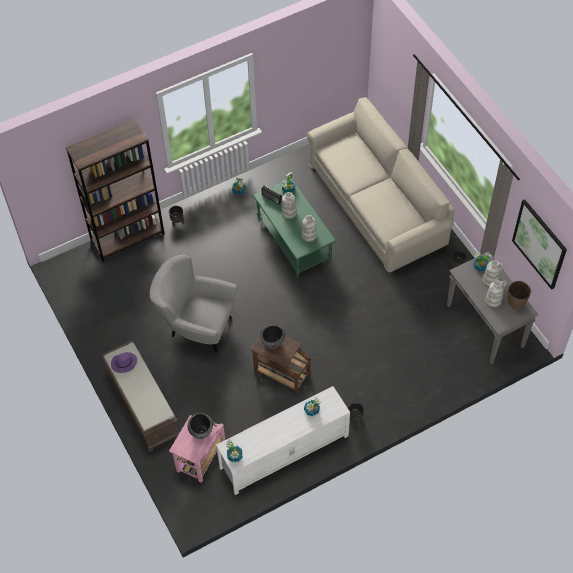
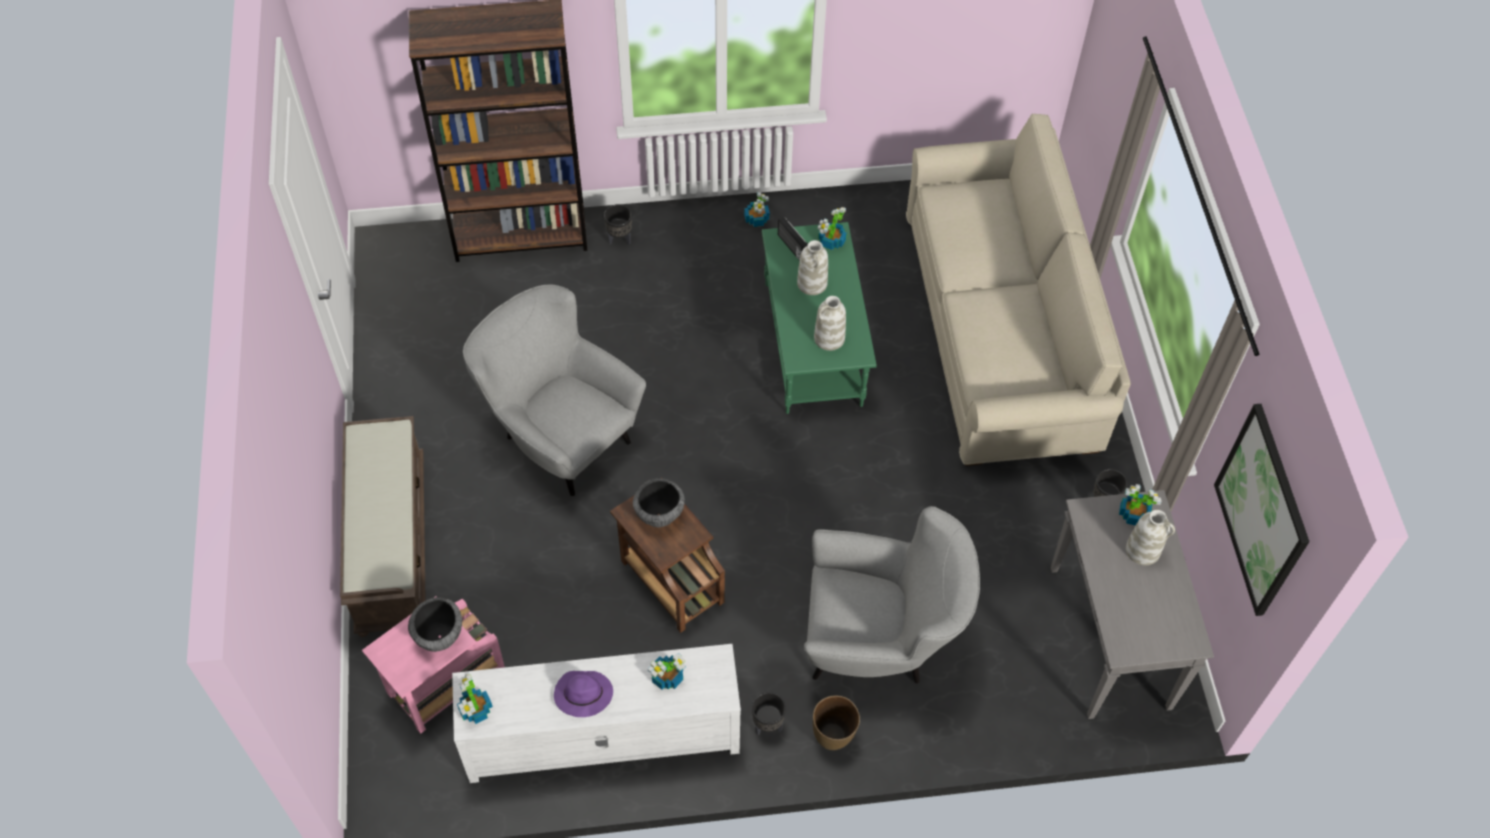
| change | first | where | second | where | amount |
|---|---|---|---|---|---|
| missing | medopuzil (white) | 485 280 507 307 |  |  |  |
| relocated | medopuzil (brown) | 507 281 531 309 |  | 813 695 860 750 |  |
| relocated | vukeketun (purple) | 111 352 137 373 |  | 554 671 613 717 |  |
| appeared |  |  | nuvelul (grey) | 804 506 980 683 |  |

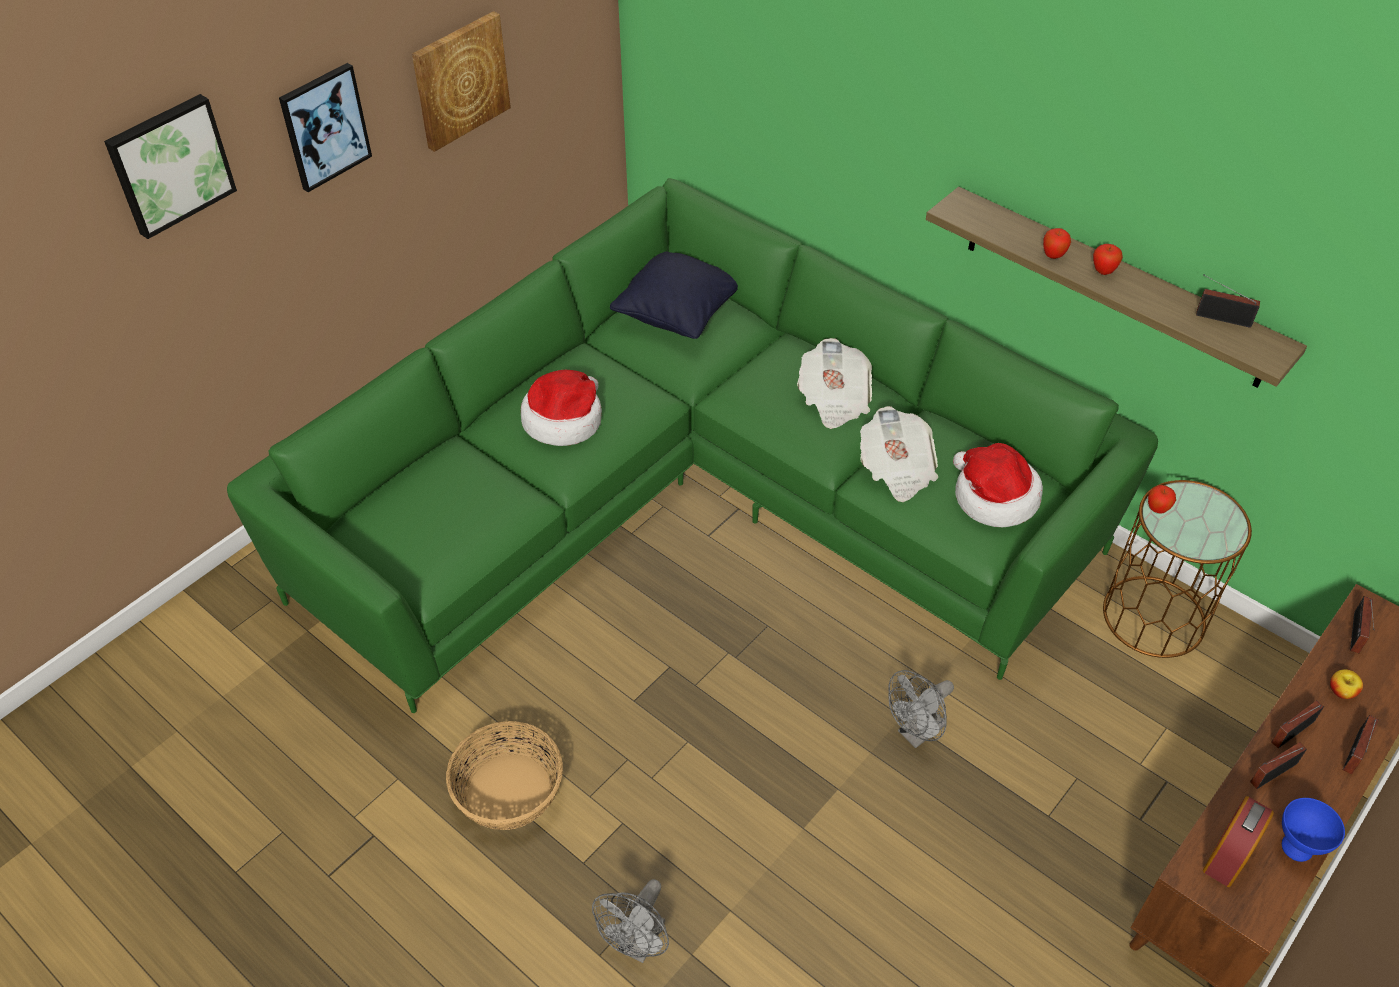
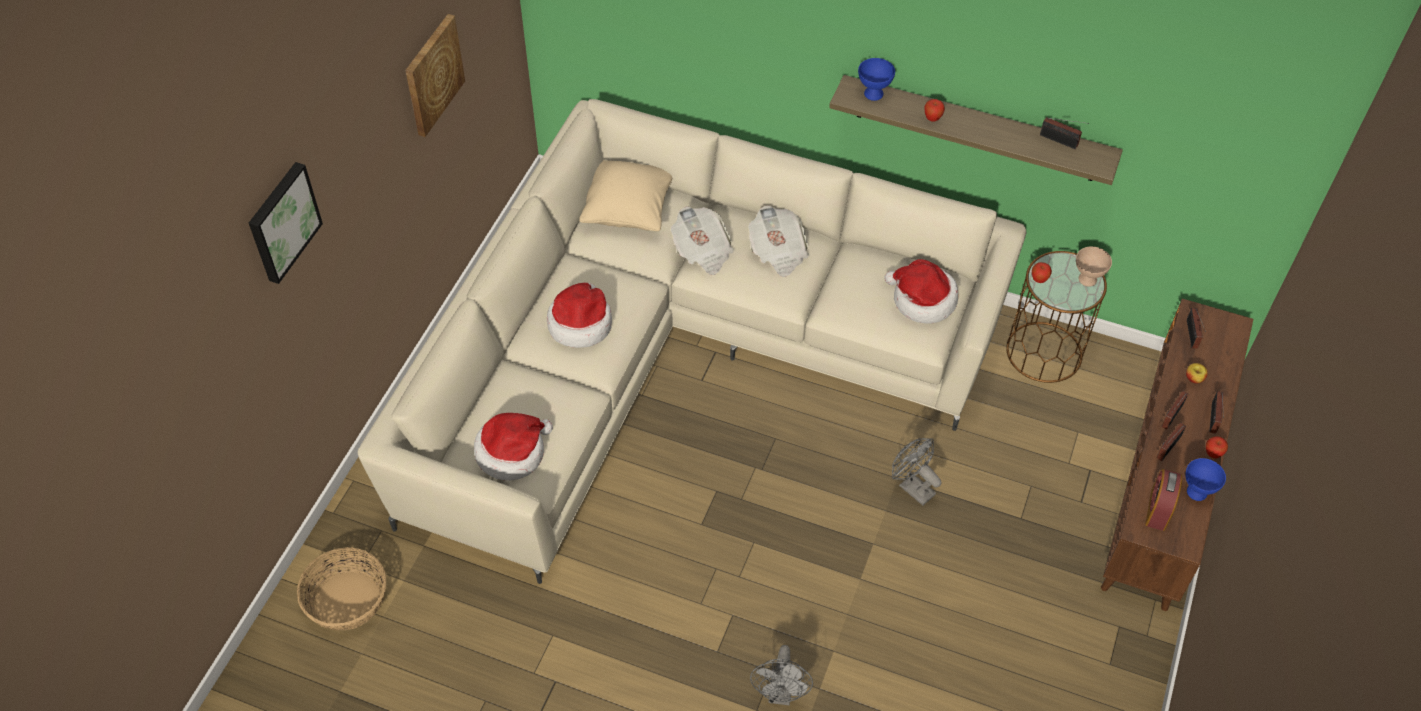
| change | first | where | second | where | amount |
|---|---|---|---|---|---|
| missing | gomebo | 279 63 372 192 |  |  |  |
| colour | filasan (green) | 227 178 1158 713 | filasan (beige) | 358 99 1026 584 |  |
| relocated | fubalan | 1093 244 1123 275 |  | 1206 436 1228 459 |  |
| colour | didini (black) | 610 251 738 339 | didini (beige) | 579 160 672 231 |  |
| spun | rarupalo | 1196 274 1260 328 |  | 1040 117 1089 149 | 150 degrees counterclockwise |
| relocated | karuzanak | 860 406 938 502 |  | 671 206 734 275 |  |
| spun | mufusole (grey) | 888 670 954 748 |  | 892 438 942 506 | 105 degrees clockwise |
| relocated | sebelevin | 446 721 563 830 |  | 297 547 387 630 |  |
| appeared |  |  | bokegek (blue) | 858 58 895 101 |  |
| appeared |  |  | bokegek (beige) | 1076 246 1112 287 |  |
| appeared |  |  | vukeketun | 474 413 553 481 |  |

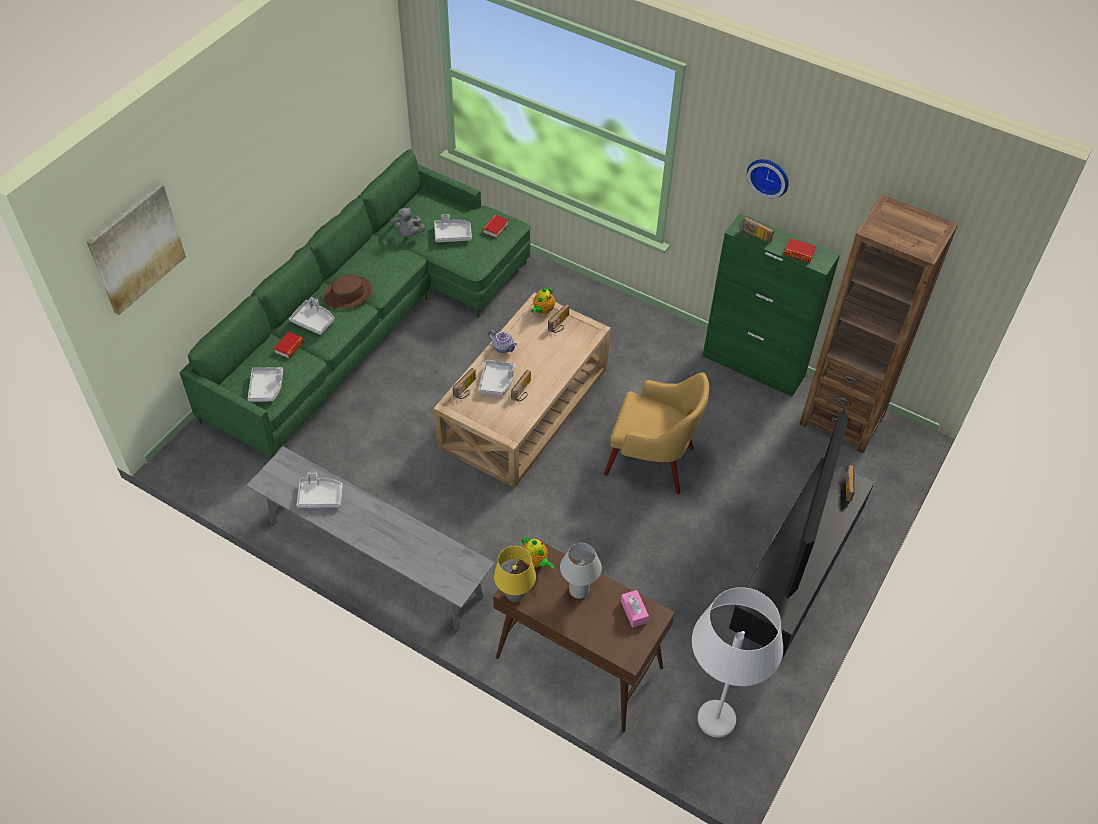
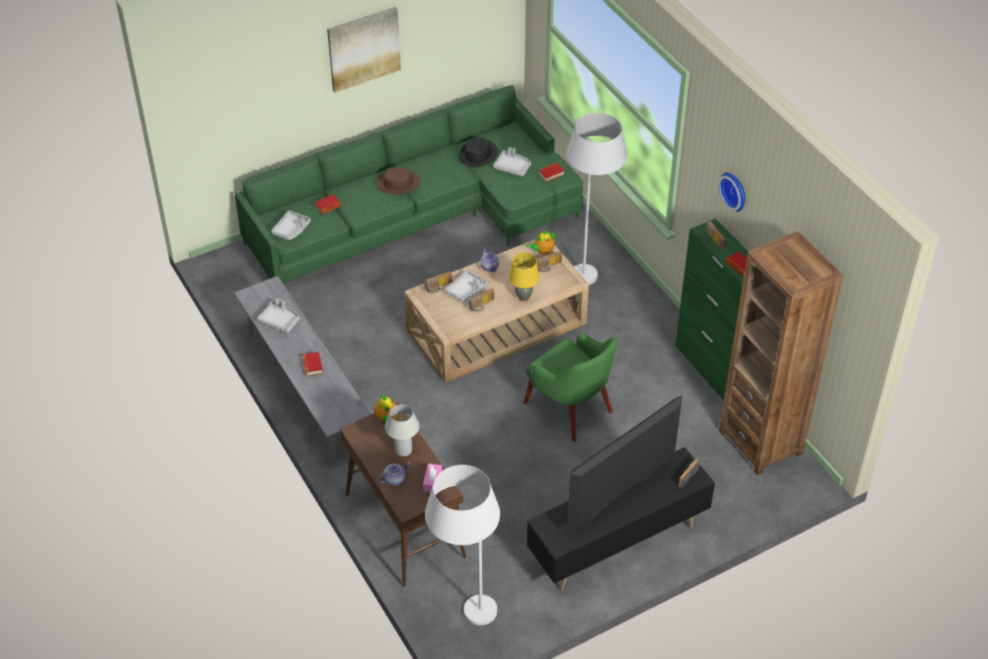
| change | first | where | second | where | amount |
|---|---|---|---|---|---|
| relocated | gomebo | 86 183 186 315 |  | 327 7 401 92 |  |
| exchanged | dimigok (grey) | 391 207 425 237 | vukeketun (black) | 458 137 498 167 |  |
| missing | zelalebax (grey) | 289 297 334 335 |  |  |  |
| colour | nuvelul (yellow) | 604 373 709 494 | nuvelul (green) | 524 332 617 442 |  |
| relocated | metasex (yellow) | 494 546 536 602 |  | 509 252 540 301 |  |
| appeared |  |  | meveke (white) | 566 113 627 285 |  |
| appeared |  |  | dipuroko | 302 352 323 376 |  |
| appeared |  |  | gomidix | 378 462 410 486 |  |

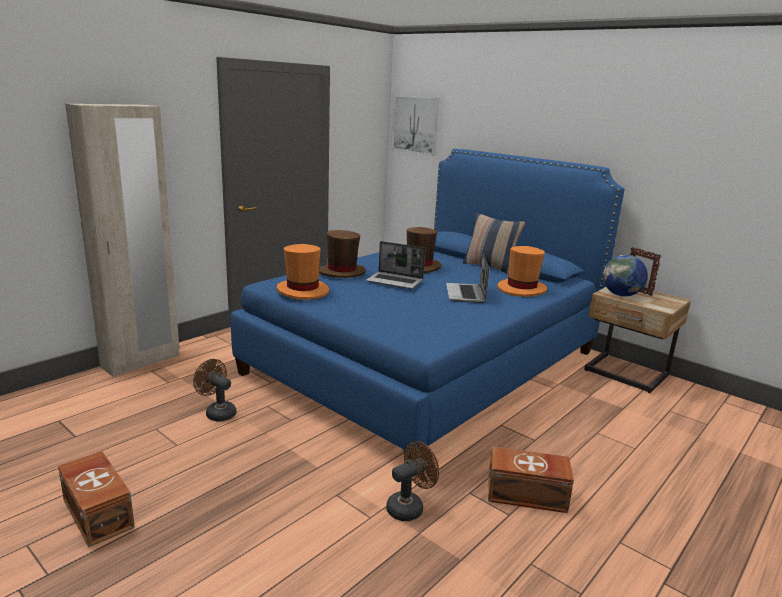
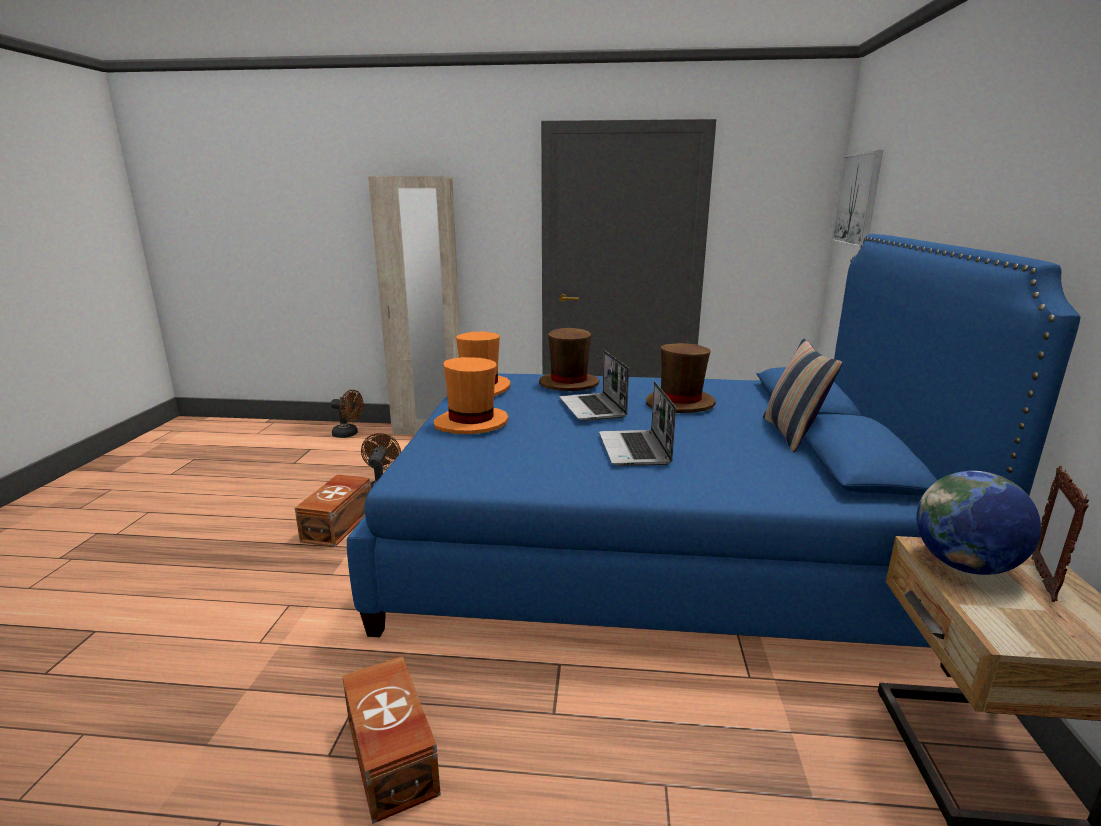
| change | first | where | second | where | amount |
|---|---|---|---|---|---|
| relocated | vukeketun (orange) | 497 246 547 297 |  | 434 357 508 434 |  |
| spun | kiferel | 446 254 489 303 |  | 599 382 676 466 | 60 degrees counterclockwise |
| relocated | mufusole (brown) | 386 441 439 521 |  | 331 390 364 438 |  |
| relocated | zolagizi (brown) | 58 451 135 547 |  | 295 474 371 547 |  |

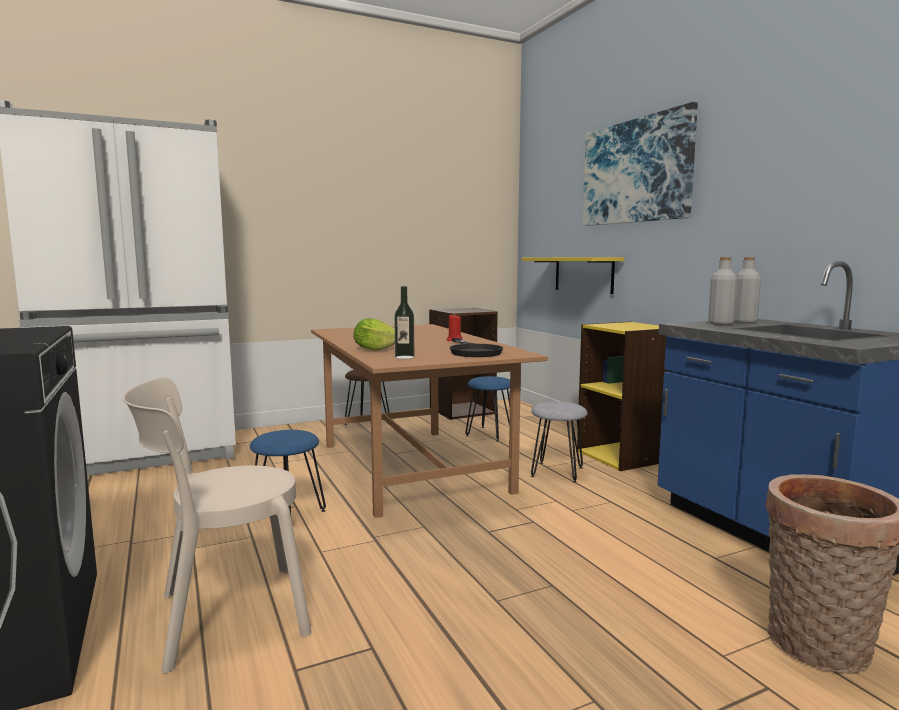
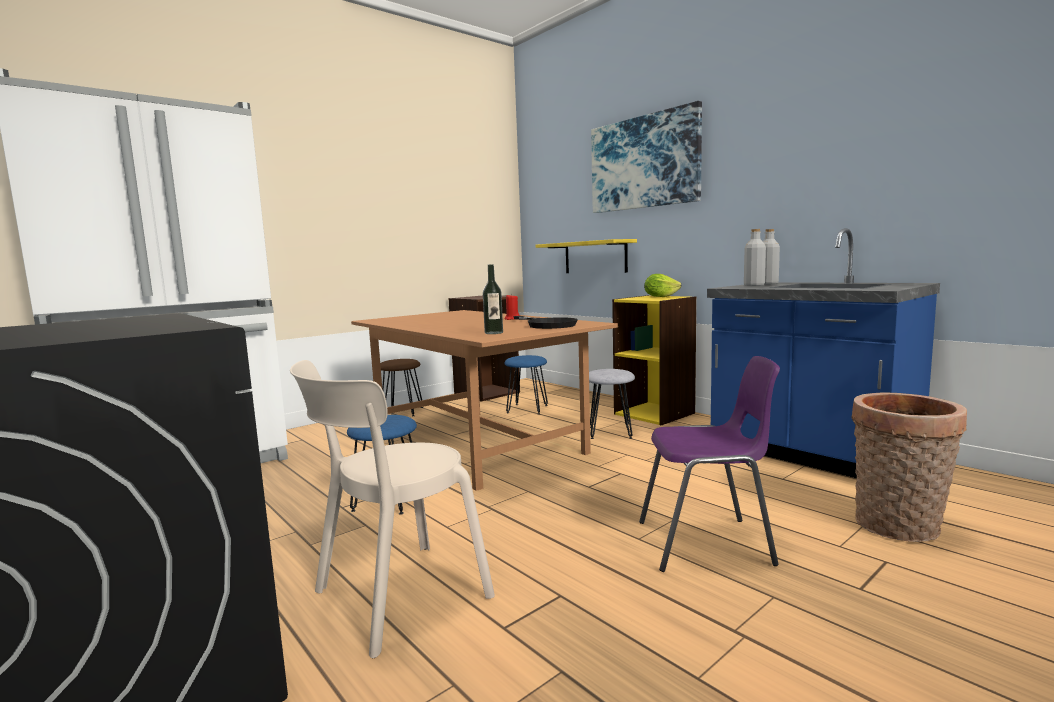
| change | first | where | second | where | amount |
|---|---|---|---|---|---|
| relocated | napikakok | 354 318 395 351 |  | 644 274 681 297 |  |
| appeared |  |  | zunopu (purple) | 639 356 780 572 |  |

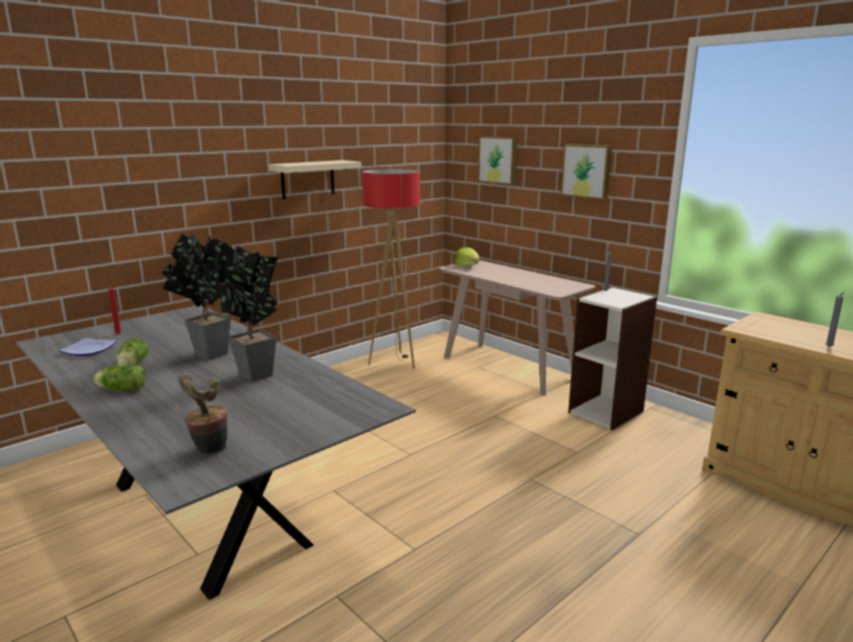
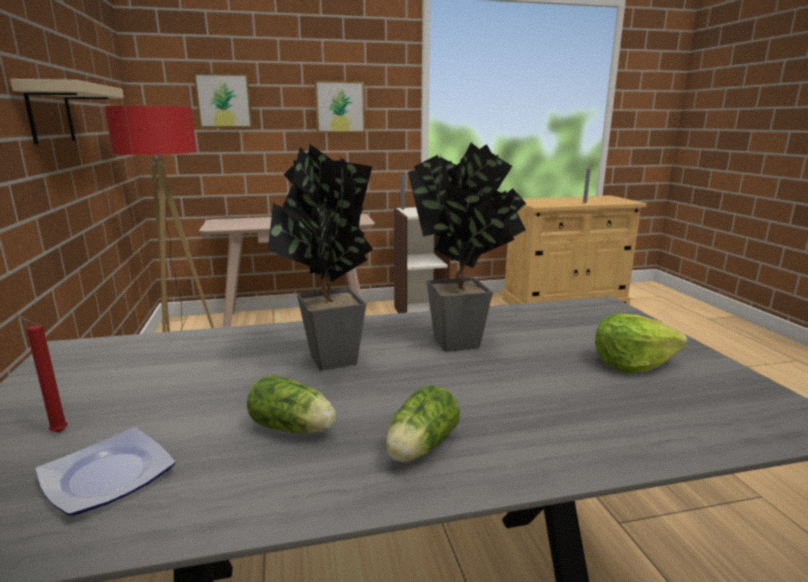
| change | first | where | second | where | amount |
|---|---|---|---|---|---|
| relocated | napikakok | 456 247 480 267 |  | 595 313 688 373 |  |
| missing | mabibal | 177 373 227 454 |  |  |  |

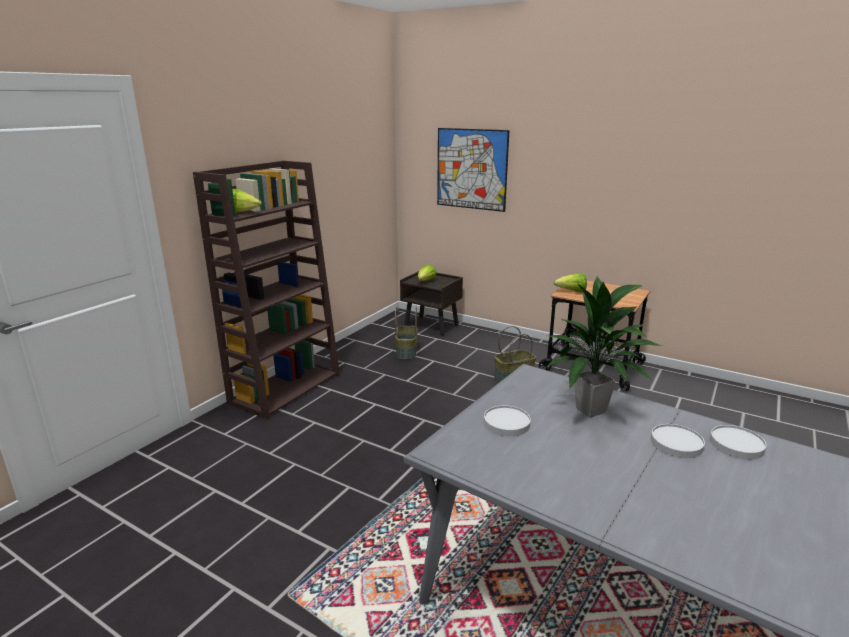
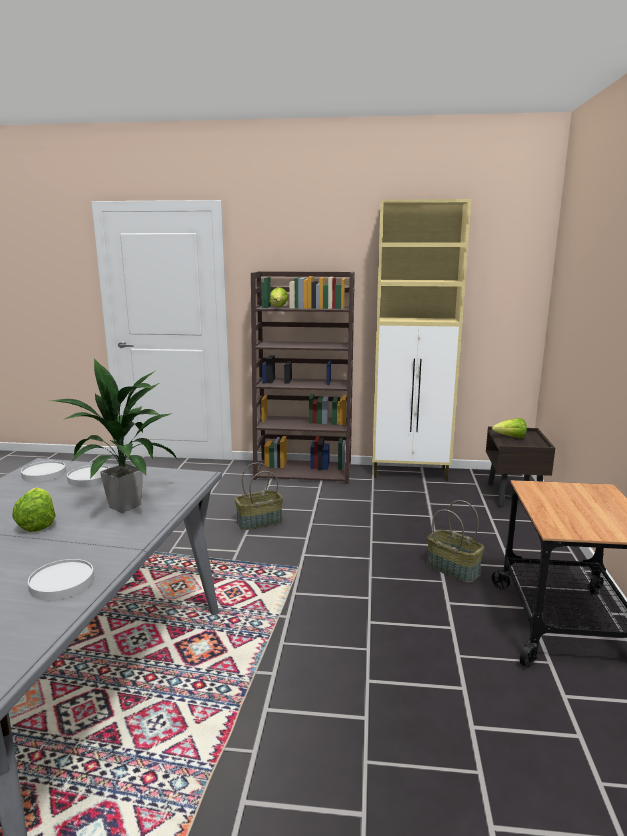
| change | first | where | second | where | amount |
|---|---|---|---|---|---|
| missing | gomebo | 437 128 510 212 |  |  |  |
| relocated | napikakok | 554 273 587 292 |  | 12 487 56 532 |  |
| relocated | sebelevin | 395 307 418 359 |  | 235 463 283 530 |  |
| relocated | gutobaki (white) | 651 424 705 458 |  | 21 461 66 482 |  |
| appeared |  |  | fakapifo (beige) | 372 199 471 481 |  |

